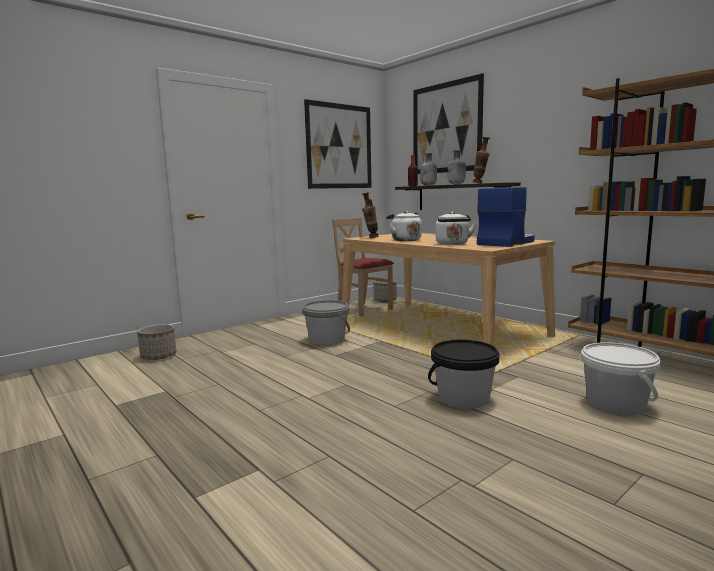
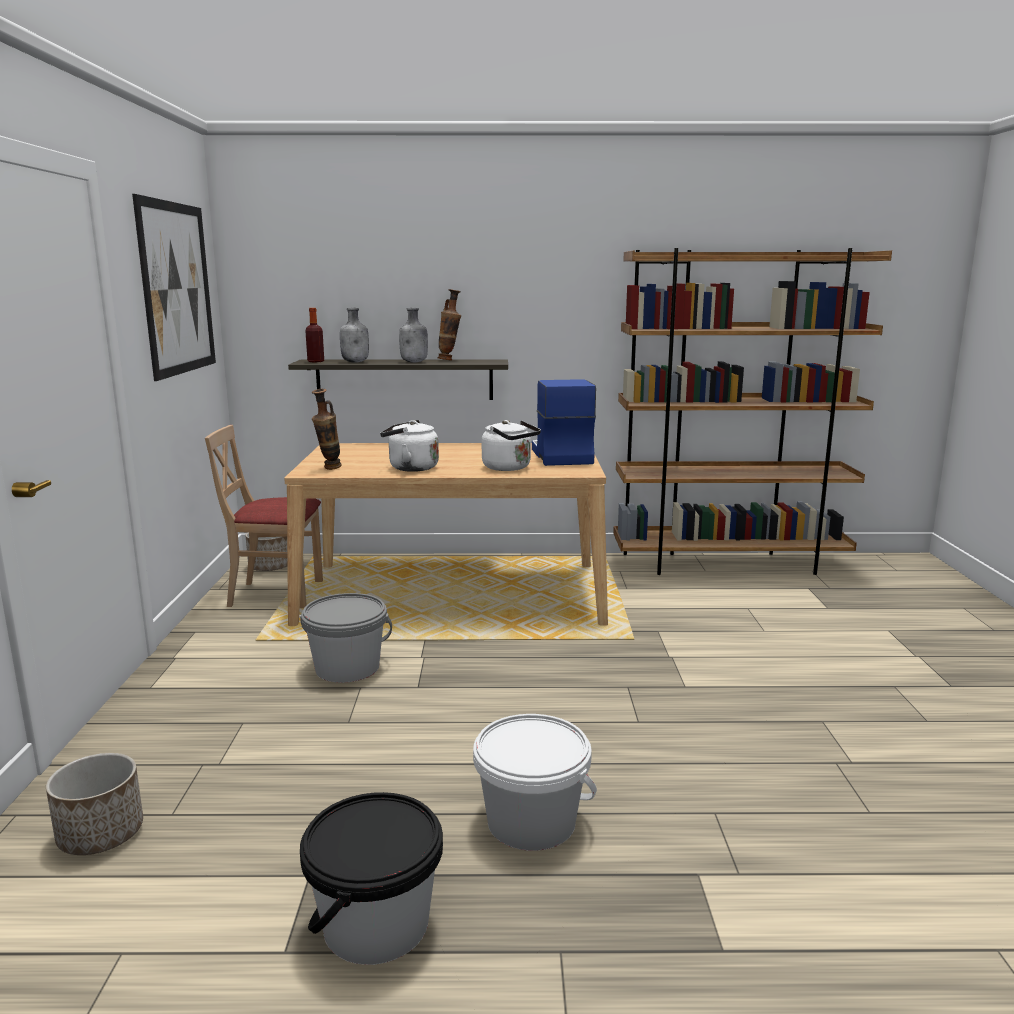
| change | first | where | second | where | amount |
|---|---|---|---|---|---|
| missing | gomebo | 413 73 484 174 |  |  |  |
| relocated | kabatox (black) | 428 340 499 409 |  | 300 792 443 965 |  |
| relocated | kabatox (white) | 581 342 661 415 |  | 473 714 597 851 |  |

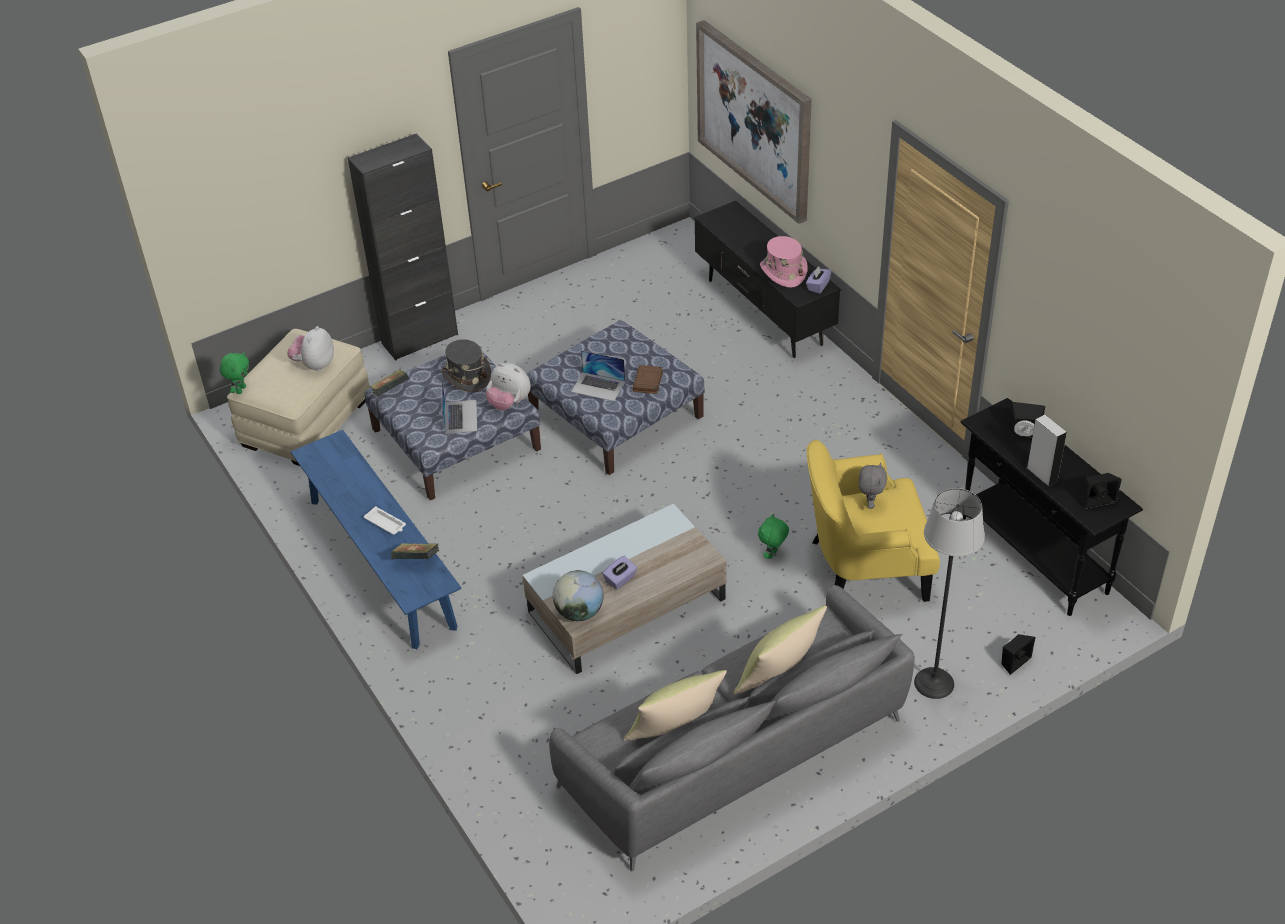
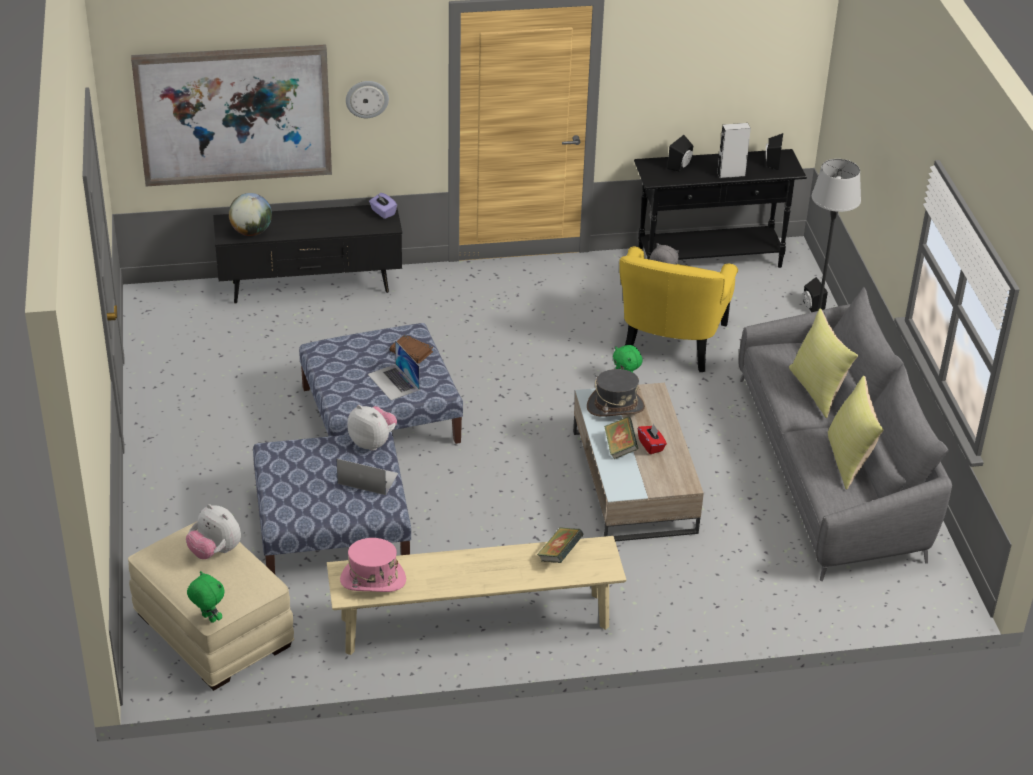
| change | first | where | second | where | amount |
|---|---|---|---|---|---|
| missing | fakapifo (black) | 348 133 458 360 |  |  |  |
| relocated | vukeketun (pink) | 760 236 808 288 |  | 340 538 406 592 |  |
| relocated | vukeketun (grey) | 441 339 491 392 |  | 587 369 645 417 |  |
| spun | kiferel | 571 350 625 401 |  | 368 340 420 400 | 105 degrees clockwise |
| spun | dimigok | 486 363 531 410 |  | 347 405 397 451 | 105 degrees counterclockwise |
| relocated | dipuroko | 370 370 409 396 |  | 604 417 638 459 |  |
| colour | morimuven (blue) | 291 430 461 649 | morimuven (beige) | 327 536 626 655 |  |
| missing | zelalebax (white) | 364 506 406 535 |  |  |  |
| colour | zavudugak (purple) | 602 556 637 589 | zavudugak (red) | 638 423 667 454 |  |
| relocated | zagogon | 553 570 603 621 |  | 229 193 272 236 |  |
| appeared |  |  | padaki | 346 81 389 118 |  |

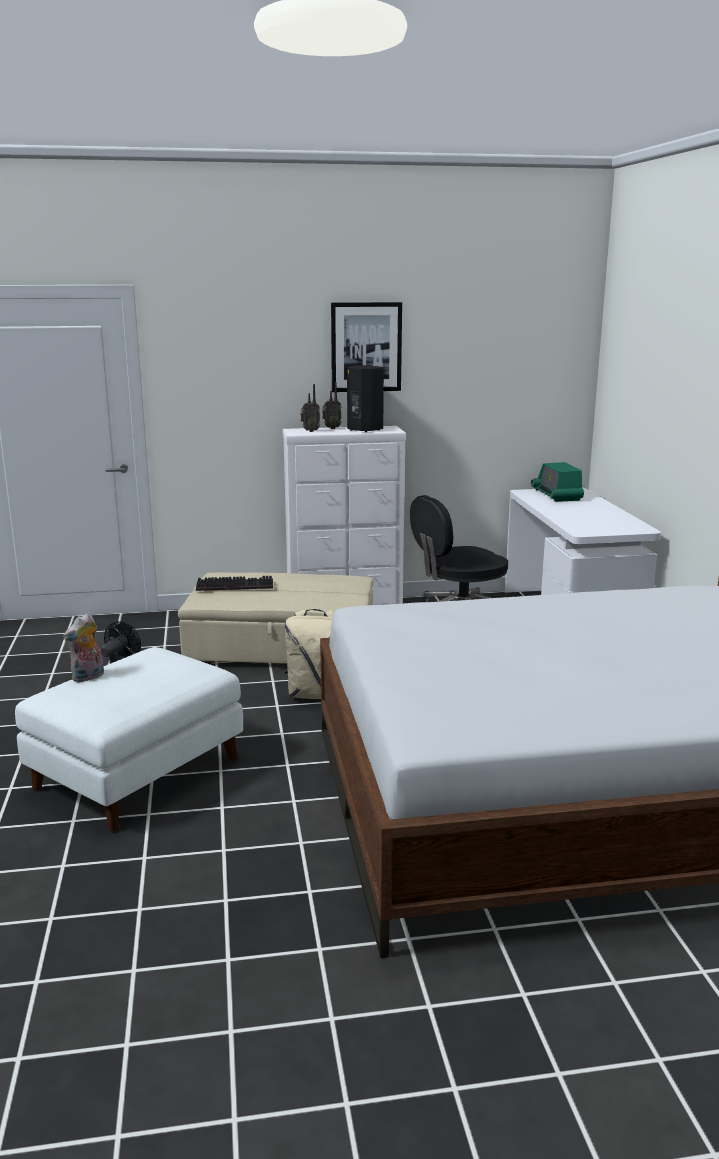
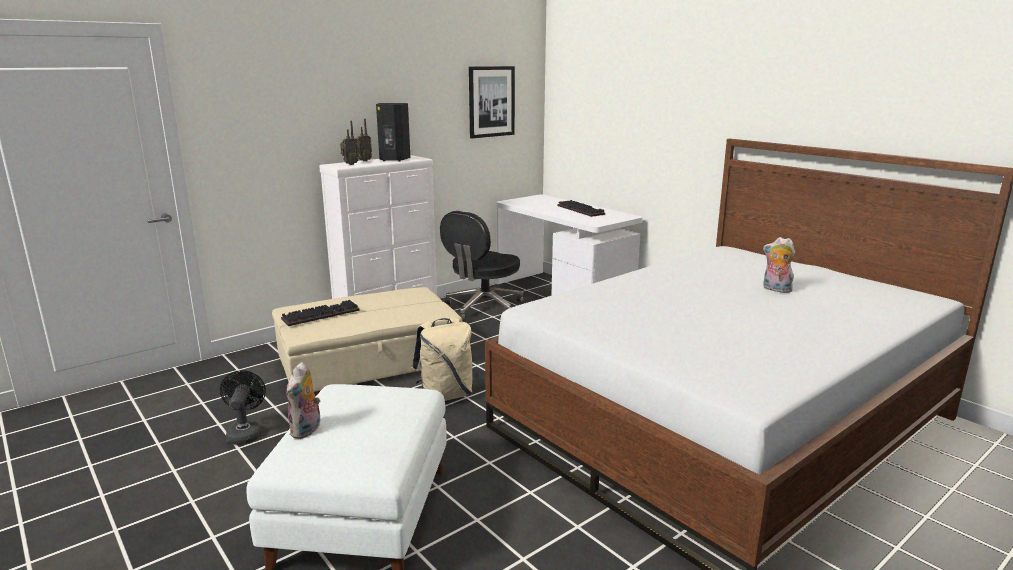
| change | first | where | second | where | amount |
|---|---|---|---|---|---|
| relocated | gomebo | 331 302 402 392 |  | 469 66 515 138 |  |
| missing | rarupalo | 531 462 584 502 |  |  |  |
| appeared |  |  | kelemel | 558 200 605 217 |  |
| appeared |  |  | dimigok | 763 237 795 293 |  |

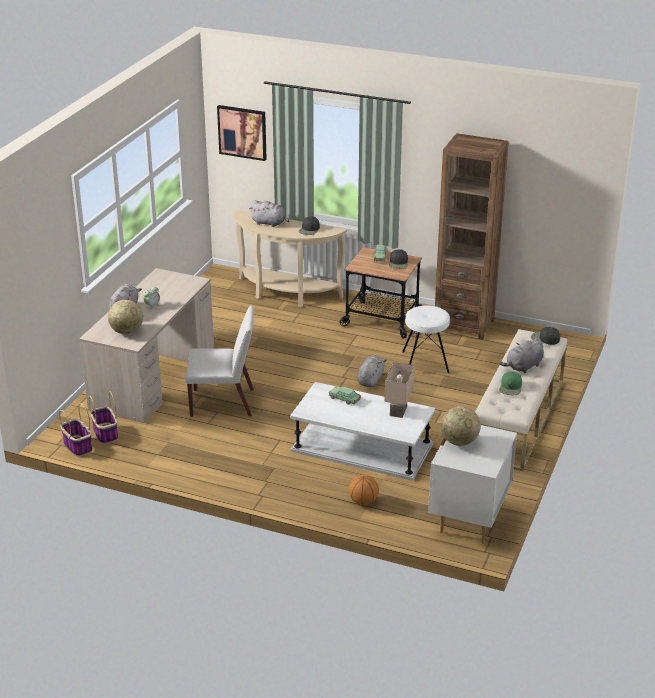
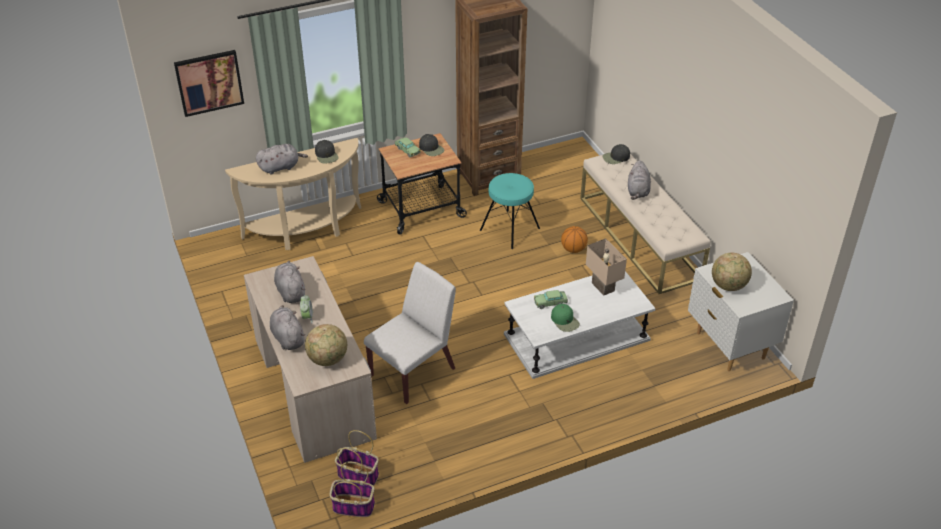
| change | first | where | second | where | amount |
|---|---|---|---|---|---|
| colour | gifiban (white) | 402 306 450 373 | gifiban (turquoise) | 480 173 540 249 |  |
| relocated | dimigok (grey) | 357 355 387 387 |  | 274 261 305 303 |  |
| relocated | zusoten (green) | 499 372 522 395 |  | 551 304 580 332 |  |
| relocated | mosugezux | 349 475 379 505 |  | 561 226 588 253 |  |

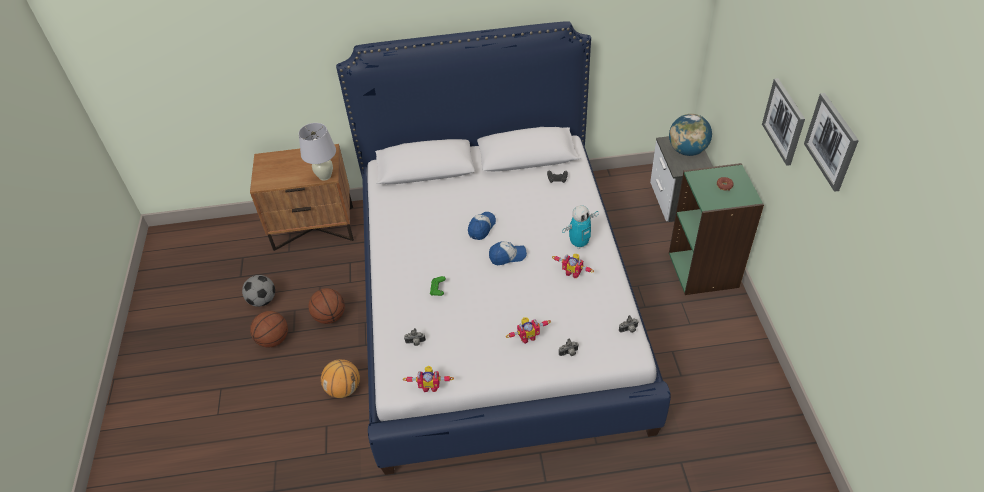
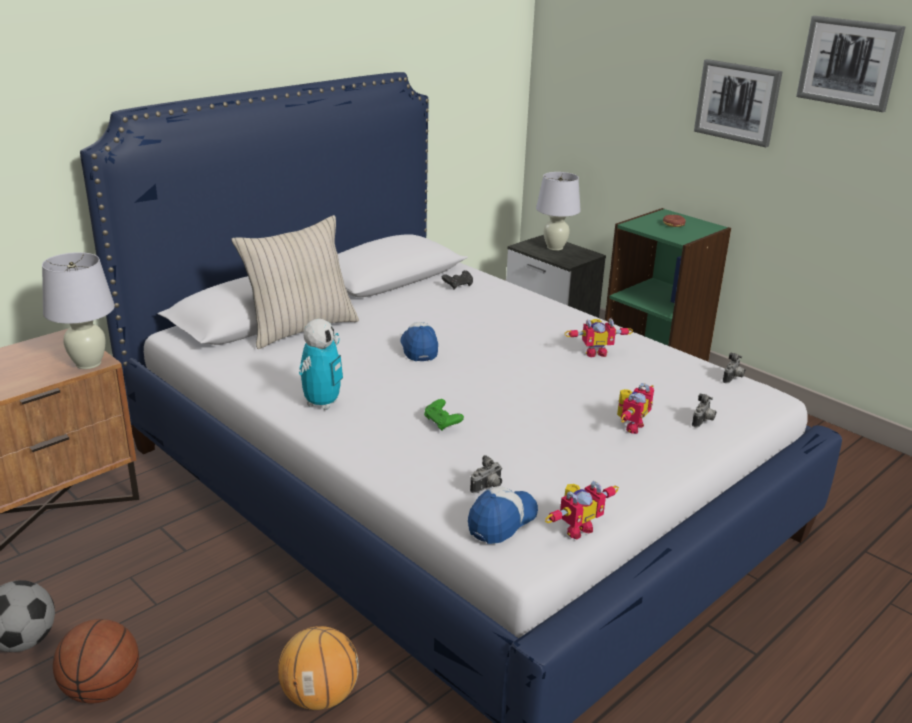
| change | first | where | second | where | amount |
|---|---|---|---|---|---|
| exchanged | zagogon | 669 114 712 156 | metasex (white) | 536 172 581 251 |  |
| relocated | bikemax | 562 205 599 249 |  | 299 319 343 410 |  |
| relocated | zusoten | 489 241 527 265 |  | 468 486 538 544 |  |
| missing | mosugezux | 309 288 345 324 |  |  |  |
| appeared |  |  | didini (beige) | 231 215 359 349 |  |

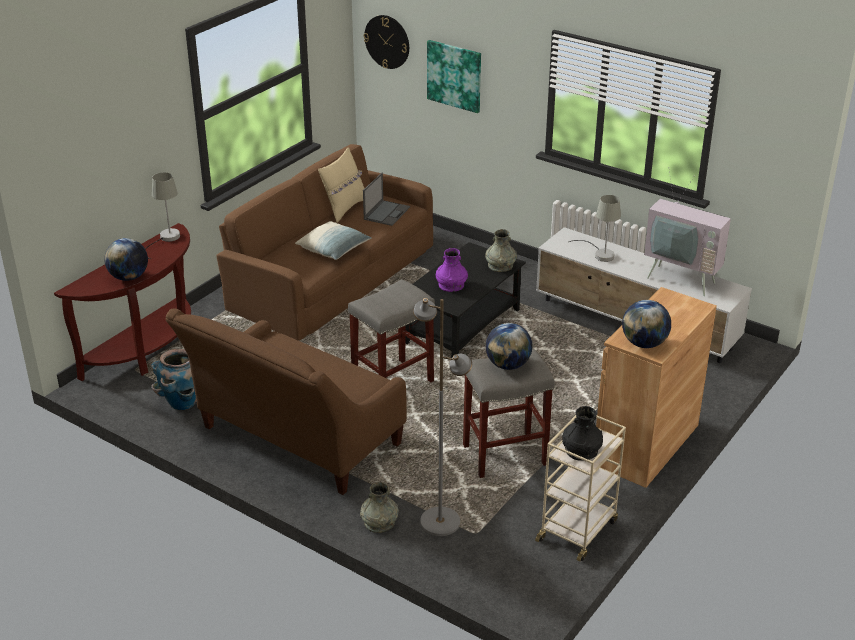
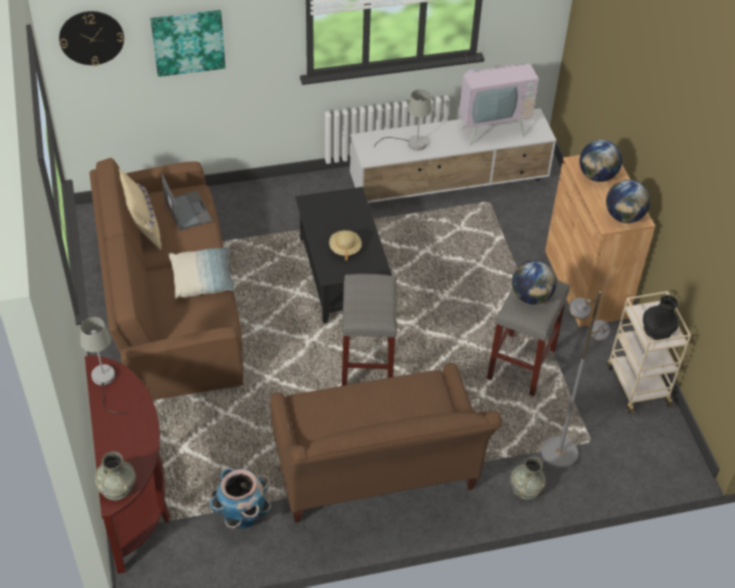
| change | first | where | second | where | amount |
|---|---|---|---|---|---|
| relocated | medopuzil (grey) | 485 229 517 272 |  | 94 451 136 501 |  |
| relocated | zagogon | 104 238 148 281 |  | 579 140 622 182 |  |
| exchanged | medopuzil (purple) | 435 248 468 292 | vukeketun (beige) | 329 230 362 261 |  |

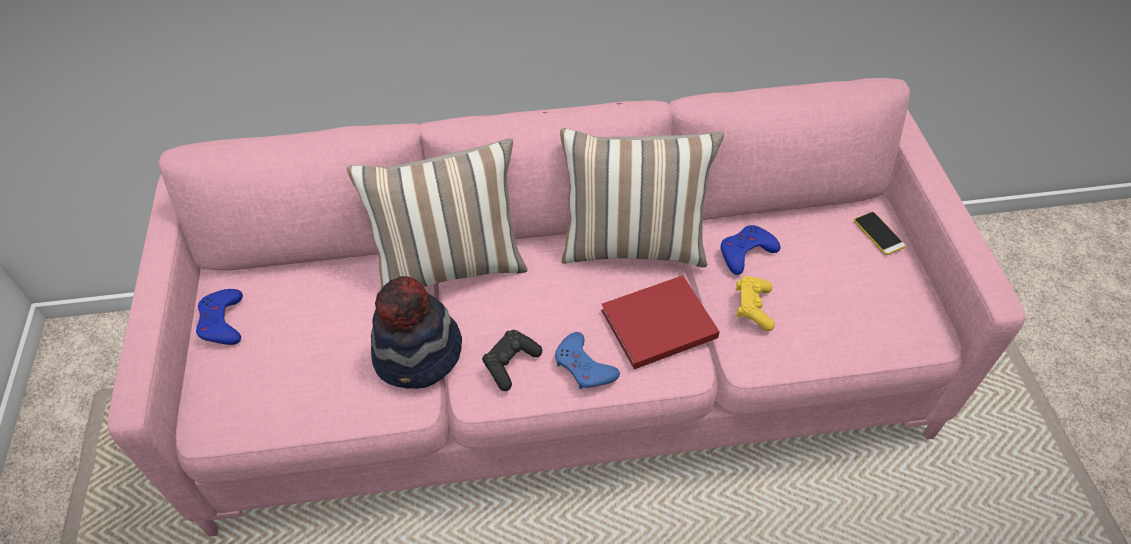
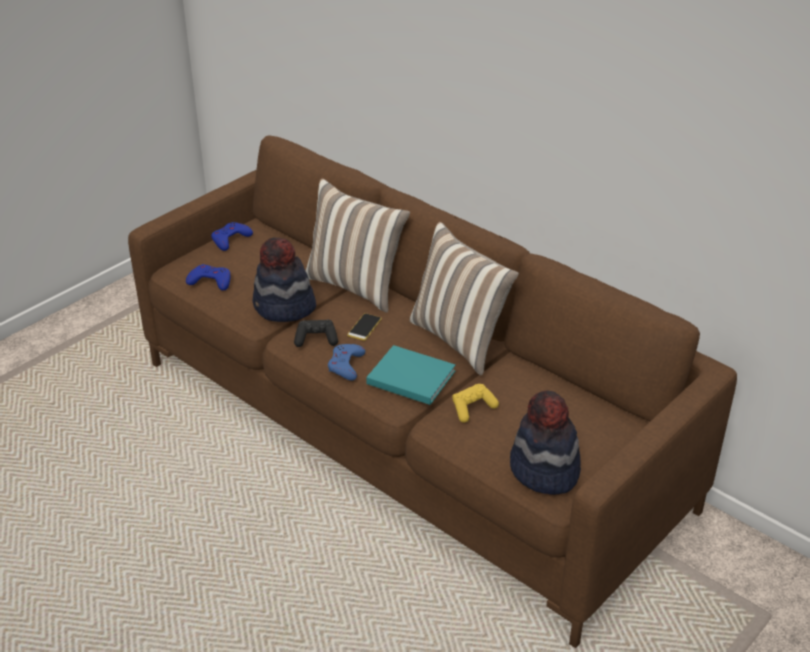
| change | first | where | second | where | amount |
|---|---|---|---|---|---|
| colour | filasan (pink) | 108 78 1025 537 | filasan (brown) | 128 136 737 648 |  |
| relocated | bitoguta | 854 212 906 255 |  | 347 313 382 341 |  |
| relocated | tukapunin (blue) | 721 225 781 275 |  | 186 264 231 290 |  |
| colour | dipuroko (red) | 601 275 720 369 | dipuroko (turquoise) | 366 345 455 405 |  |
| appeared |  |  | vukeketun | 510 390 581 494 |  |

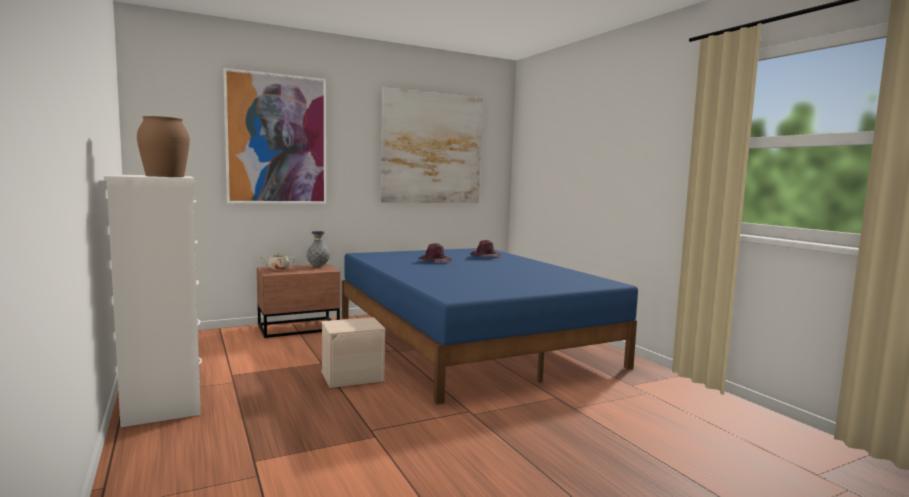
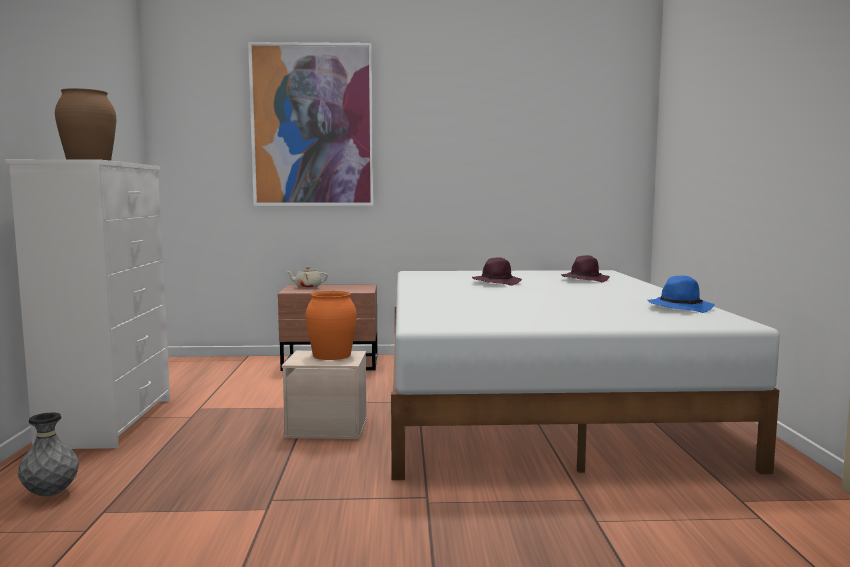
| change | first | where | second | where | amount |
|---|---|---|---|---|---|
| missing | gomebo | 381 87 483 203 |  |  |  |
| relocated | medopuzil (grey) | 306 231 330 267 |  | 18 412 78 496 |  |
| colour | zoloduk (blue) | 342 248 638 405 | zoloduk (white) | 391 270 780 480 |  |
| appeared |  |  | vukeketun (blue) | 647 276 715 313 |  |
| appeared |  |  | medopuzil (orange) | 305 291 357 360 |  |

